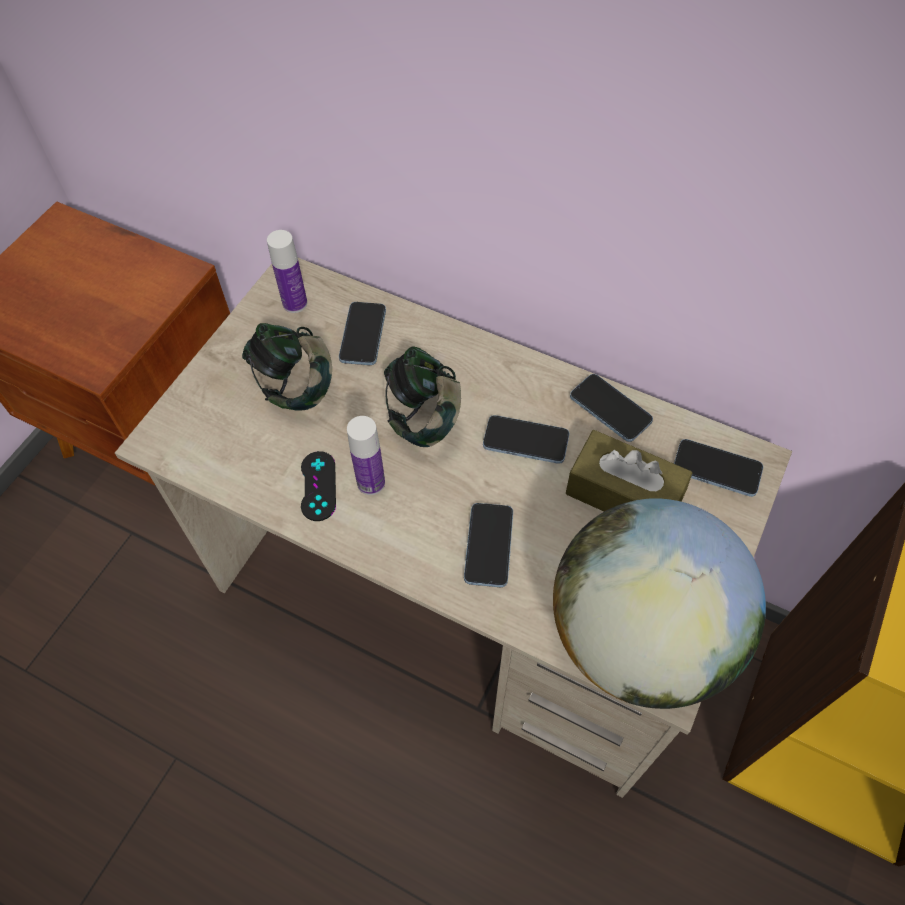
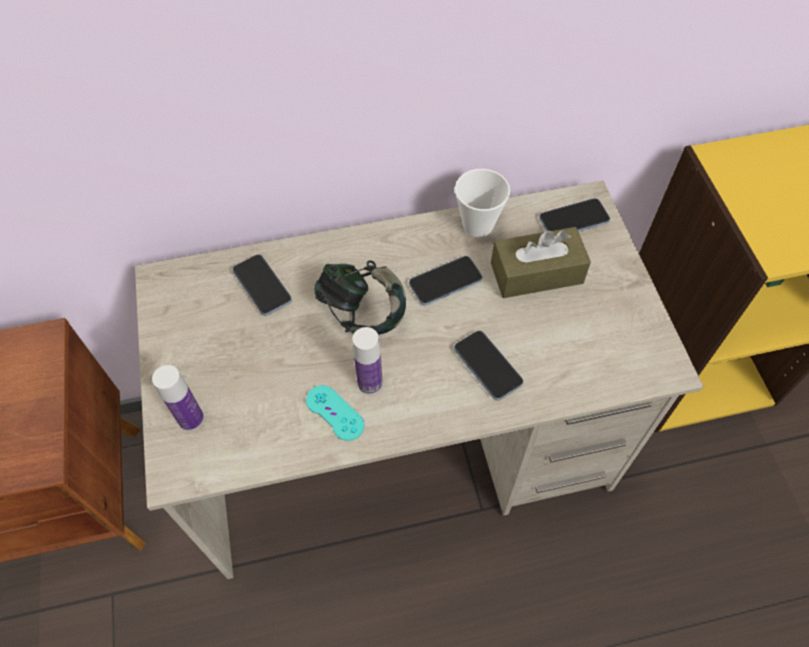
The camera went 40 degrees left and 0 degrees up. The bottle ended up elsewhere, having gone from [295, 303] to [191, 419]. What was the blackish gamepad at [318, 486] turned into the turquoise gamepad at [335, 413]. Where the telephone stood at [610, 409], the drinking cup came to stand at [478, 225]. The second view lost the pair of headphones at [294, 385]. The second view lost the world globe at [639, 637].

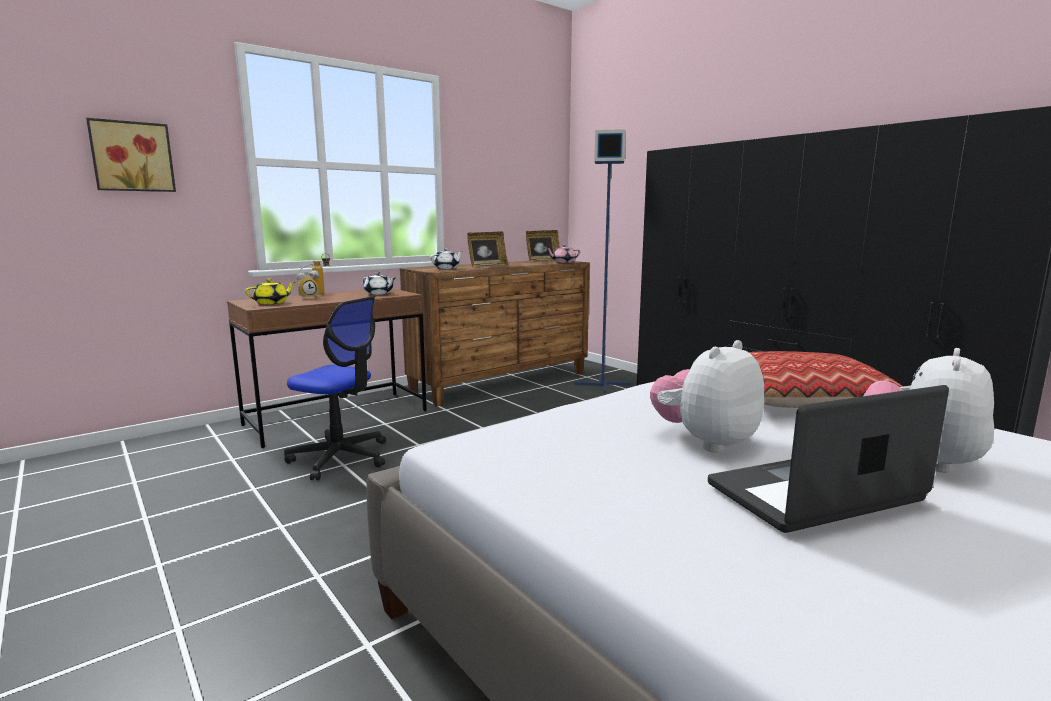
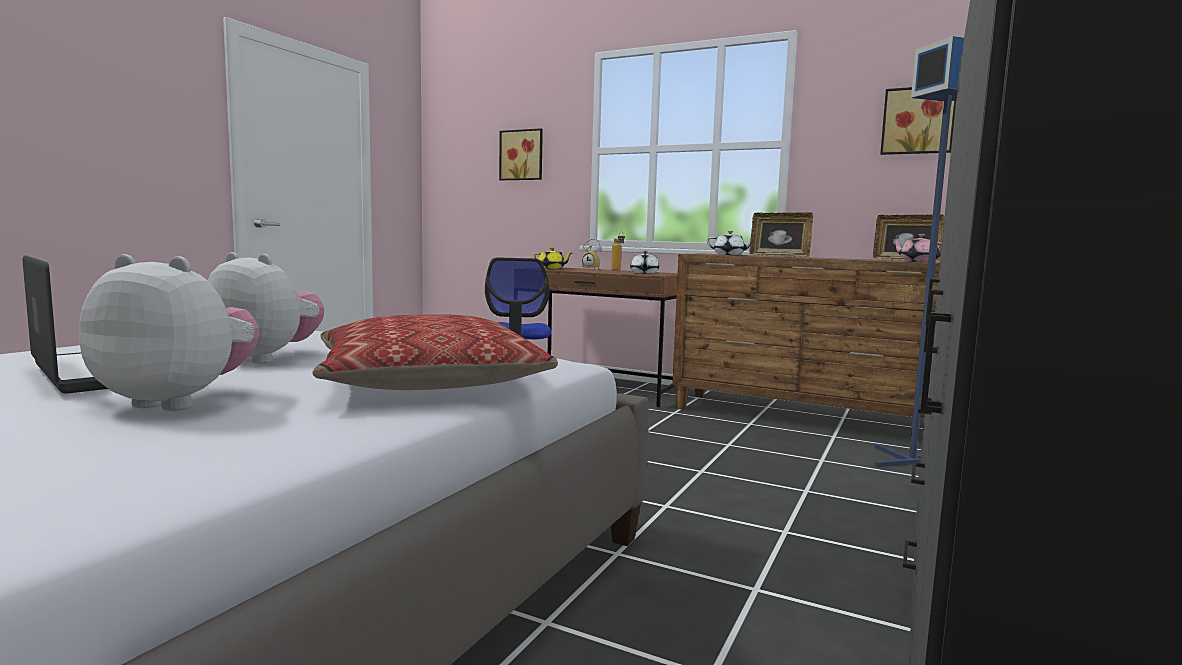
The camera went 65 degrees right and 5 degrees down. The second view gained the wall art at [918, 121].

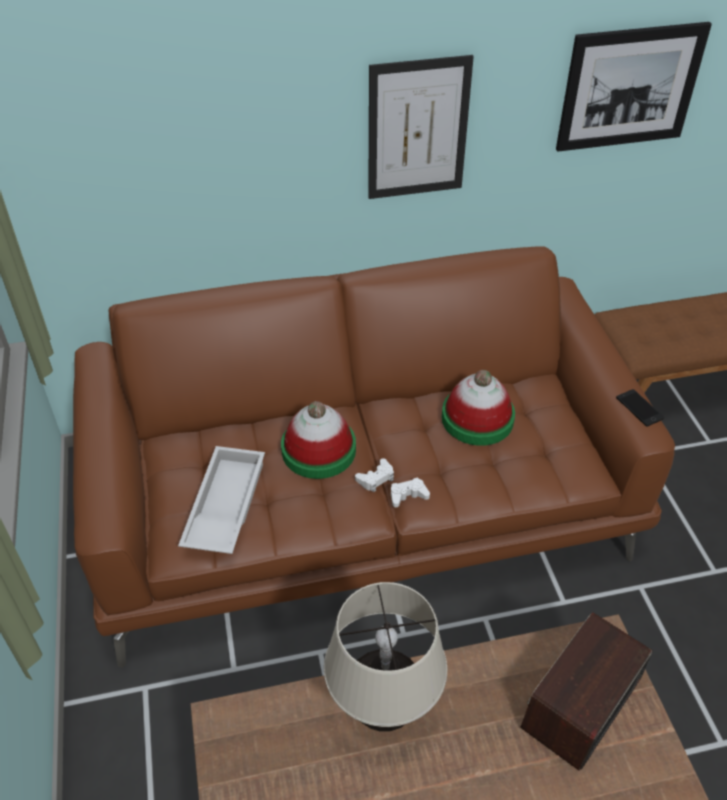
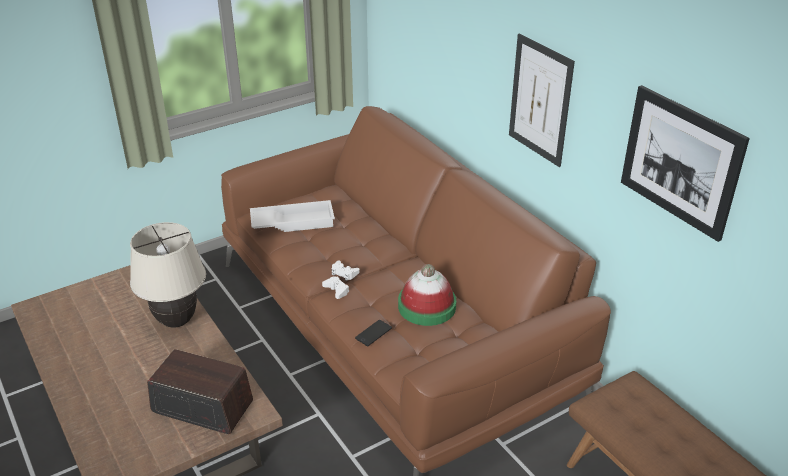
The camera went 70 degrees right and 10 degrees down. The telephone ended up elsewhere, having gone from [639, 408] to [373, 333]. The second view lost the clothing hat at [318, 450].

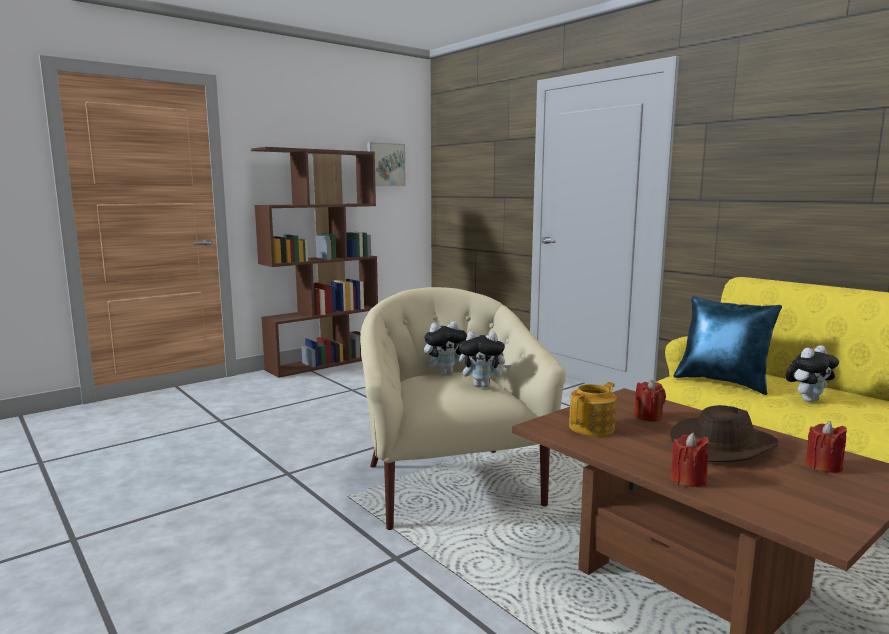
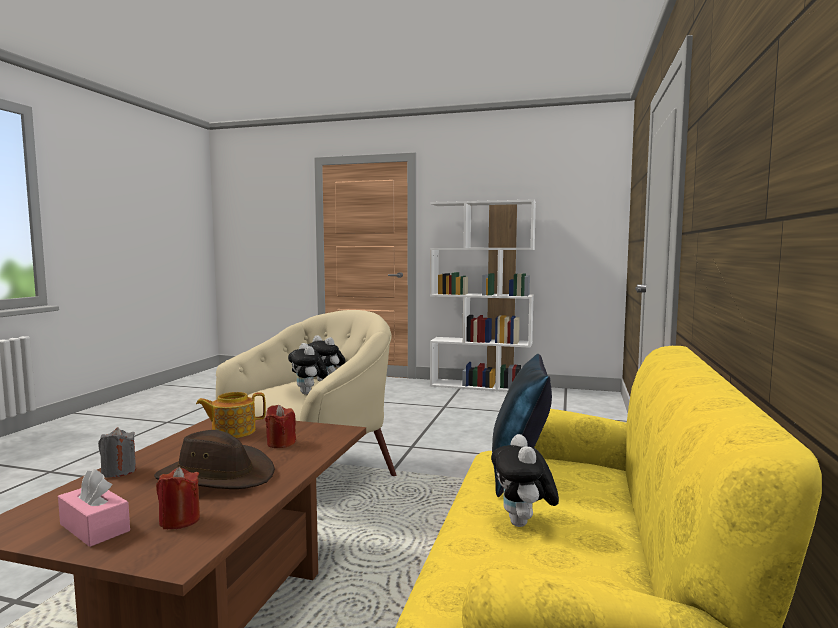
The camera went 55 degrees right and 5 degrees down. The second view gained the pink-coloured tissue box at [94, 527]. What was the red-coloured wax candle at [688, 480] turned into the greyish wax candle at [118, 471]. The pot for tea at [593, 427] ended up facing another way, 150 degrees clockwise from before. What was the brown-coloured shelving unit at [324, 363] turned into the white shelving unit at [481, 386]. The soft toy at [808, 400] ended up facing another way, 60 degrees clockwise from before. The second view lost the wall art at [385, 164].

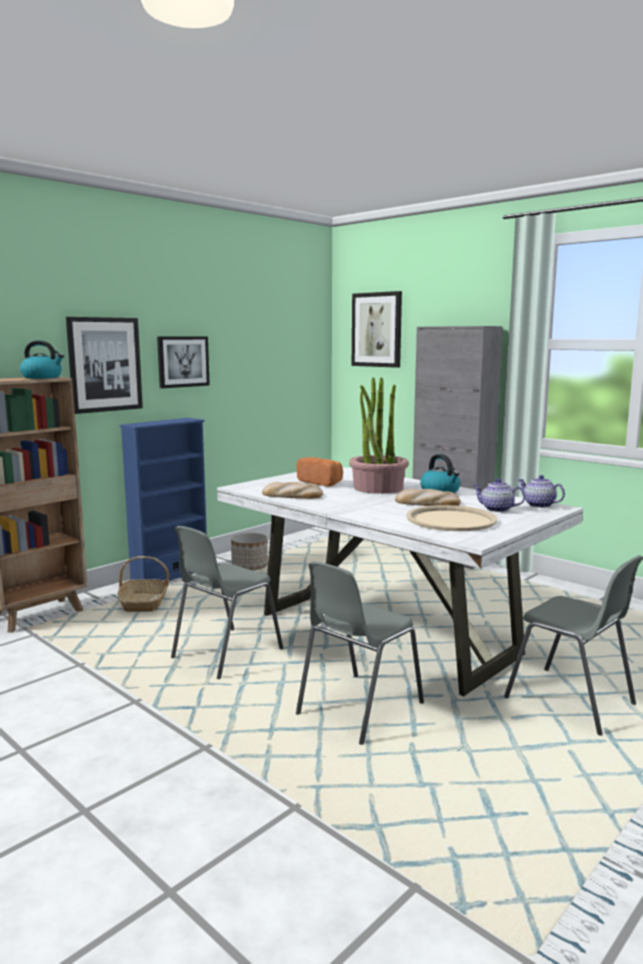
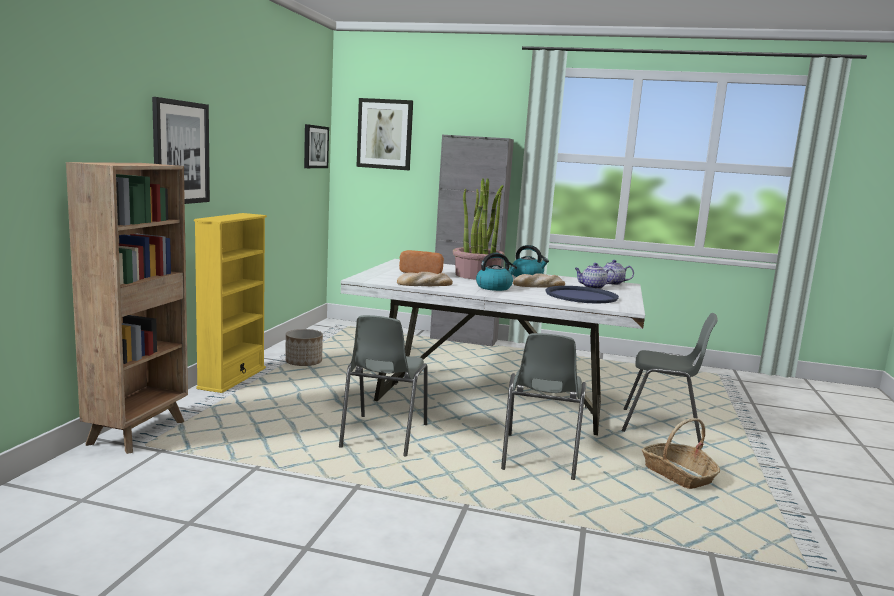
The camera went 30 degrees left and 0 degrees up. What was the blue-coloured shelving unit at [170, 575] turned into the yellow shelving unit at [232, 378]. The wall art ended up elsewhere, having gone from [182, 361] to [315, 147]. The kettle ended up elsewhere, having gone from [42, 377] to [494, 287]. What was the sand-coloured tray at [451, 520] turned into the blue-coloured tray at [581, 296]. The household basket ended up elsewhere, having gone from [144, 603] to [678, 474].

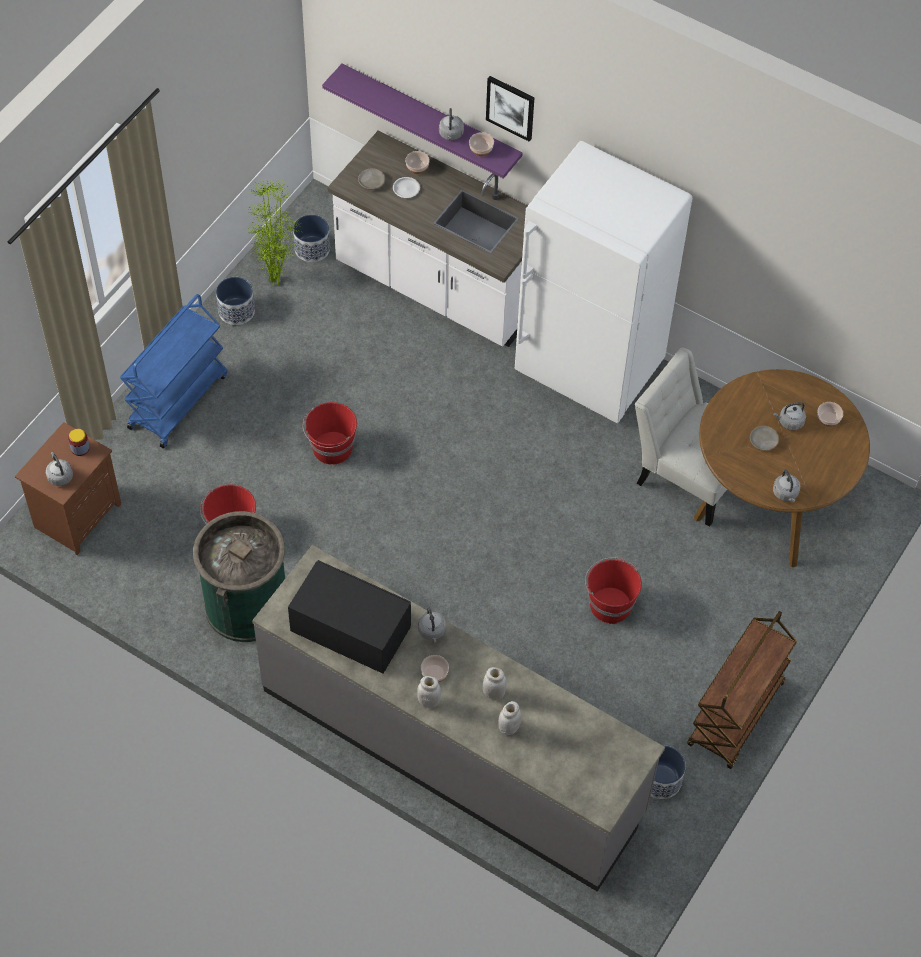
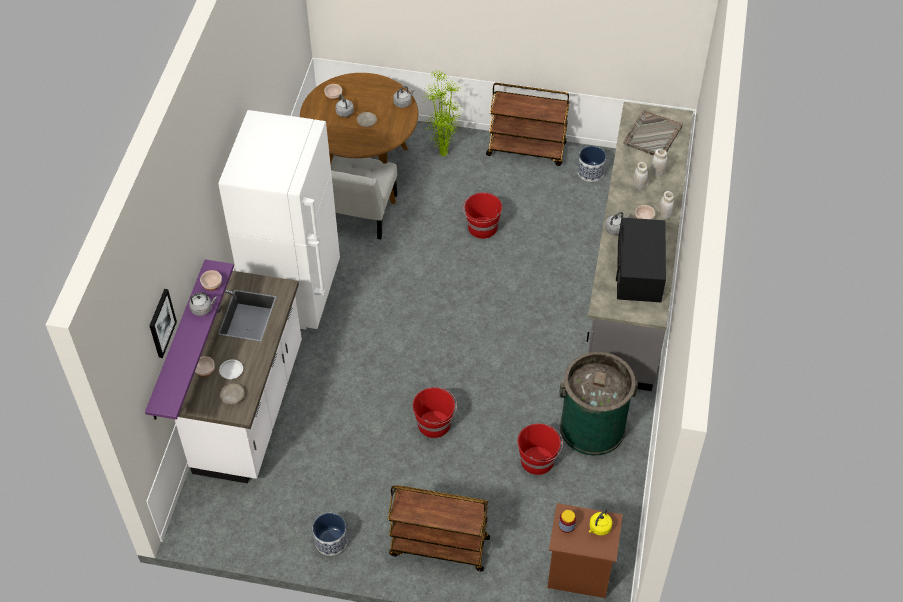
The camera went 110 degrees left and 5 degrees down. The wall art ended up elsewhere, having gone from [510, 107] to [161, 323]. What was the blue-coloured wheeled cart at [178, 400] turned into the brown-coloured wheeled cart at [438, 547]. The plant in a pot ended up elsewhere, having gone from [276, 280] to [442, 153]. What was the greyish kettle at [60, 476] turned into the yellow kettle at [599, 528]. The second view gained the greyish tray at [652, 135]. The second view lost the flower pot at [312, 248].

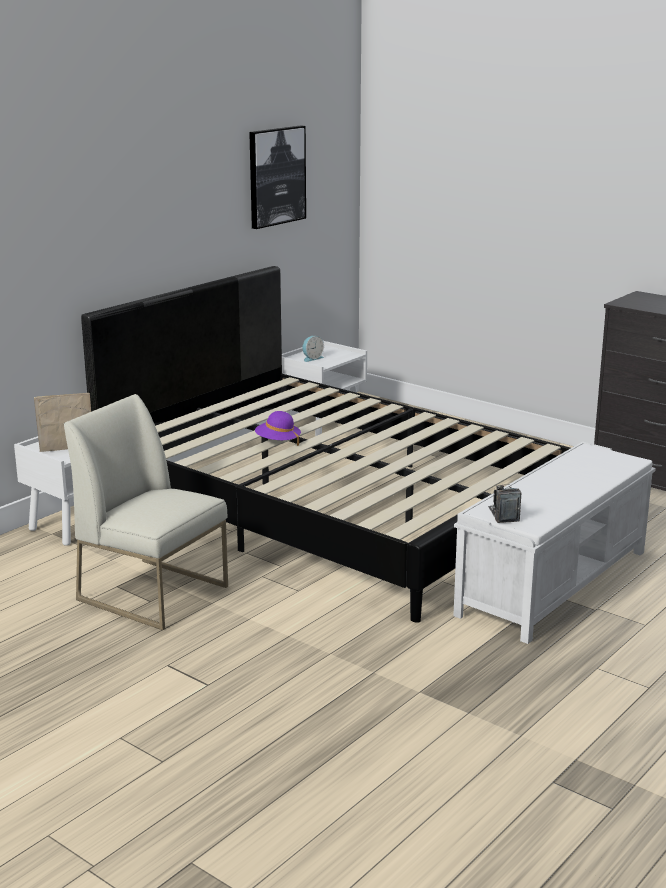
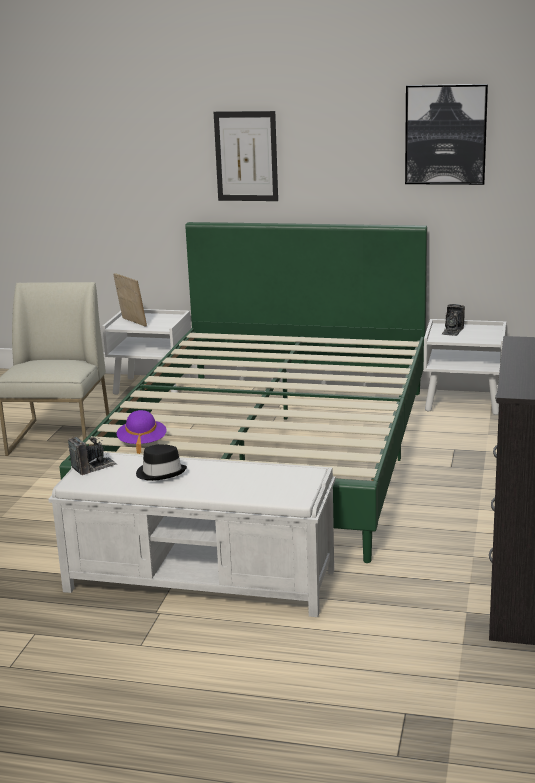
The camera went 65 degrees right and 0 degrees up. What was the blackish bed at [333, 508] turned into the green-coloured bed at [271, 454]. The purplish clothing hat ended up elsewhere, having gone from [278, 442] to [142, 443]. The second view gained the blackish clothing hat at [161, 472]. The second view gained the wall art at [246, 156]. Where the table clock stood at [312, 358], the still camera came to stand at [452, 331].

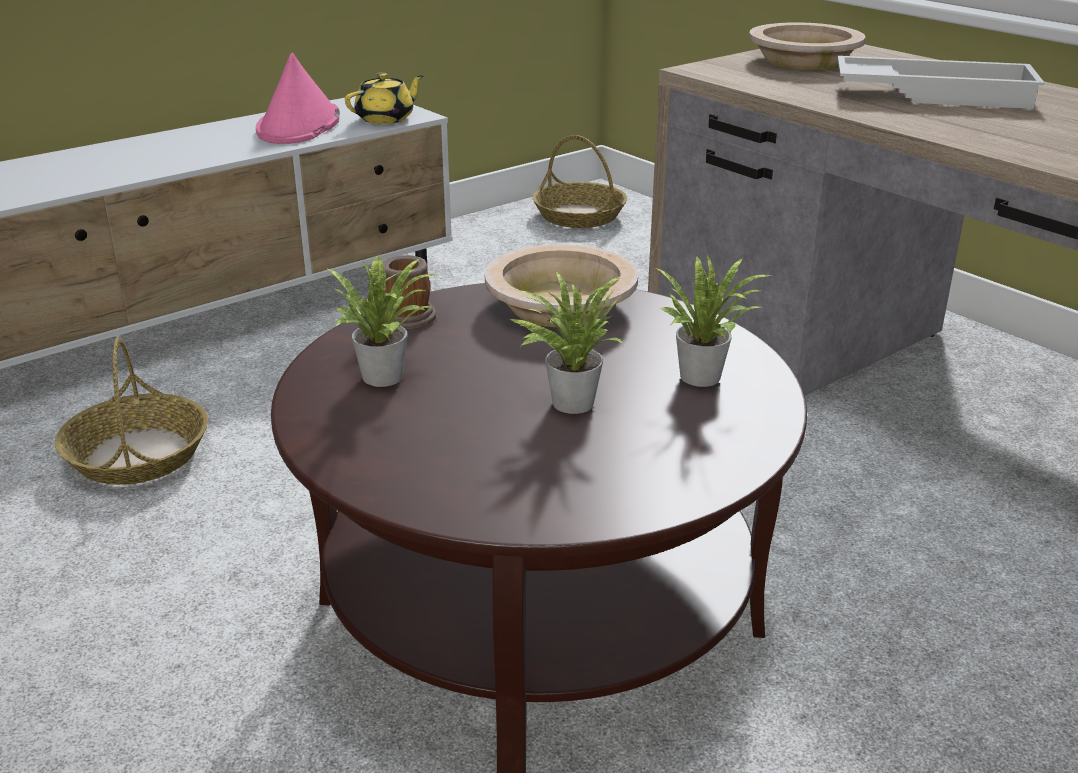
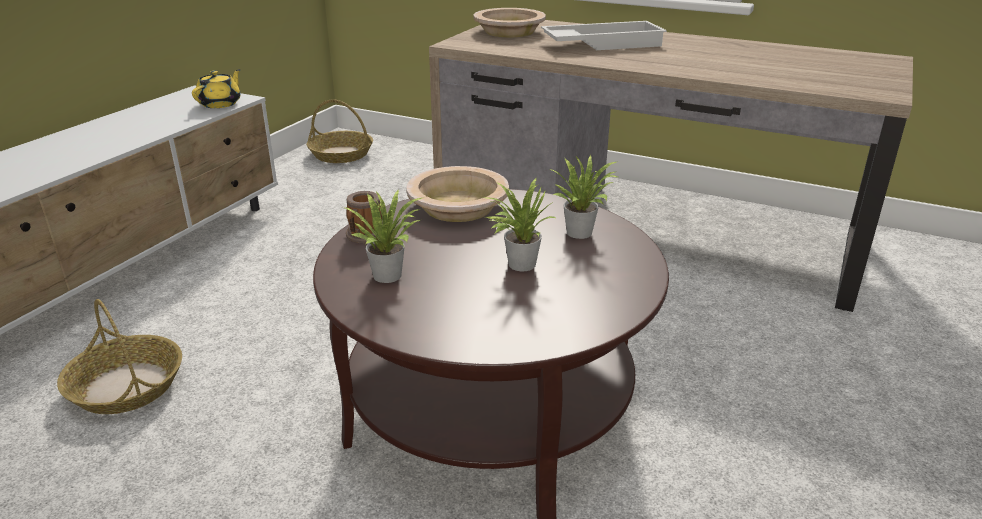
The camera went 25 degrees left and 0 degrees up. The second view lost the pink-coloured clothing hat at [299, 126].

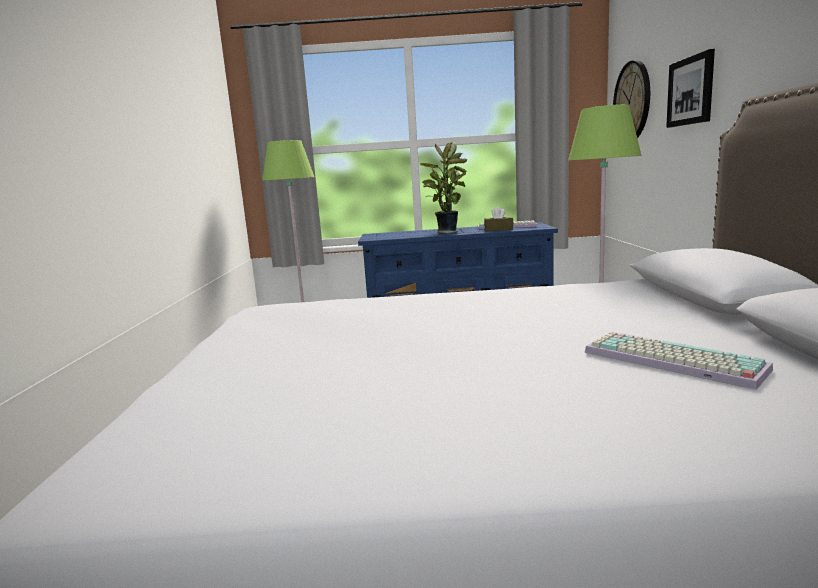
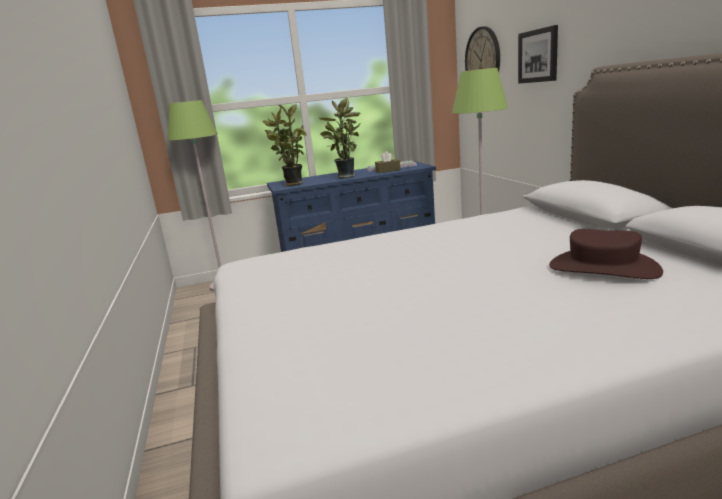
The camera went 15 degrees left and 5 degrees up. The second view gained the plant in a pot at [292, 184]. Where the keyboard stood at [668, 361], the brown-coloured clothing hat came to stand at [603, 268].

